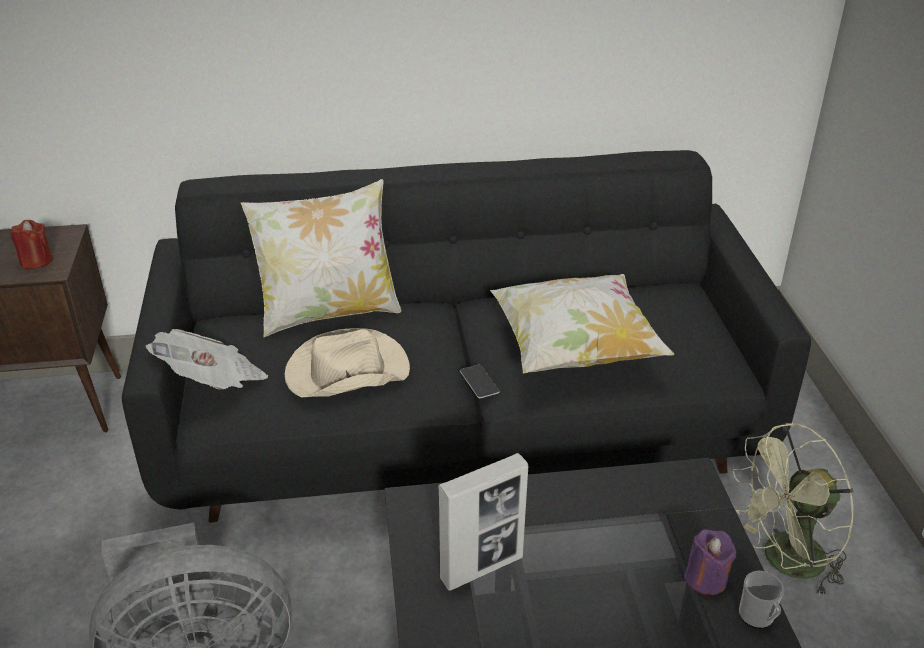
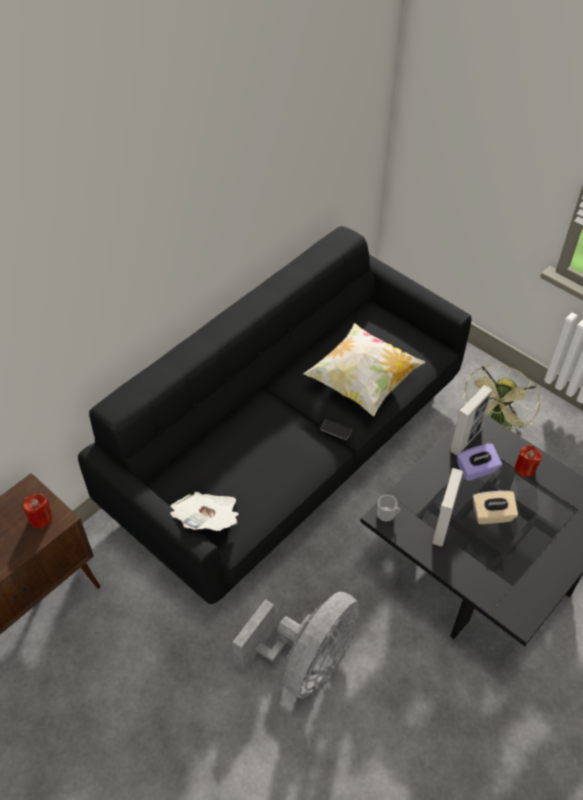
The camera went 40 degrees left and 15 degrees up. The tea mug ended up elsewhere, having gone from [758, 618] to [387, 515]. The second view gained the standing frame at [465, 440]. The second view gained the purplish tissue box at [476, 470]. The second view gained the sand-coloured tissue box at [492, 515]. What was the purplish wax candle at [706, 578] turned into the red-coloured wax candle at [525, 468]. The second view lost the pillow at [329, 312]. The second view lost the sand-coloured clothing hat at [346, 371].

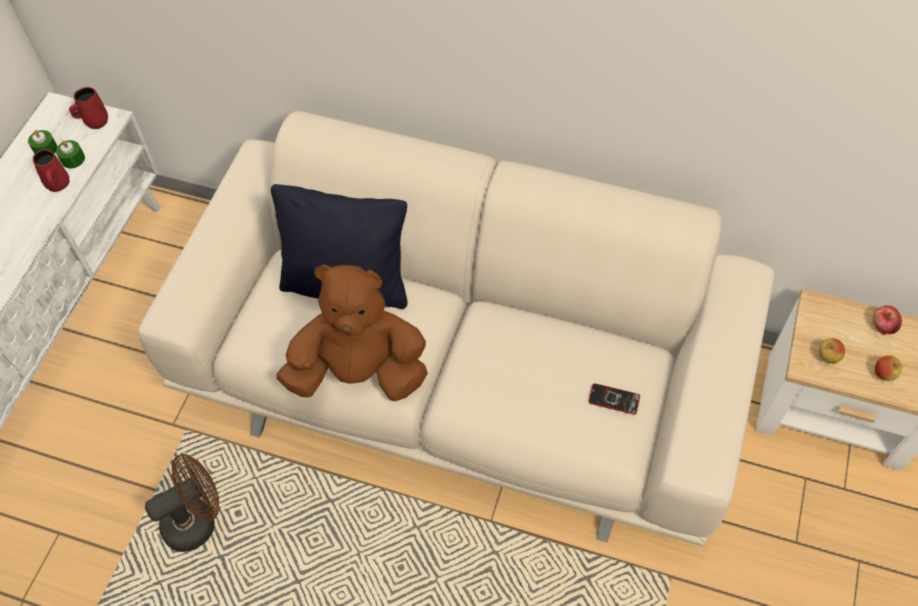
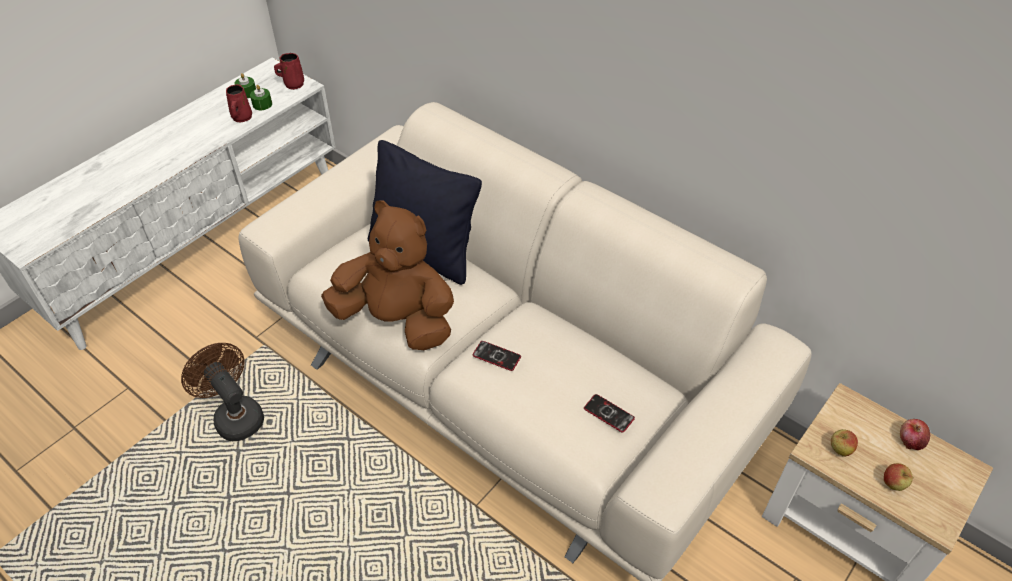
The camera went 20 degrees right and 10 degrees down. The brown-coloured cooling fan at [197, 520] ended up facing another way, 120 degrees counterclockwise from before. The second view gained the telephone at [496, 356].

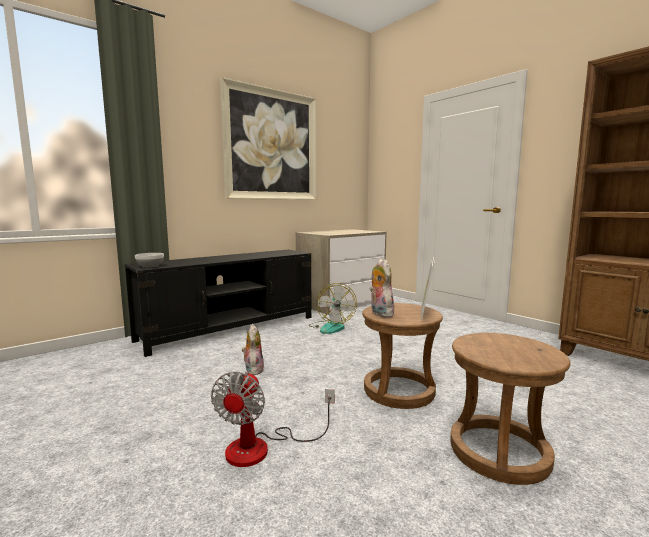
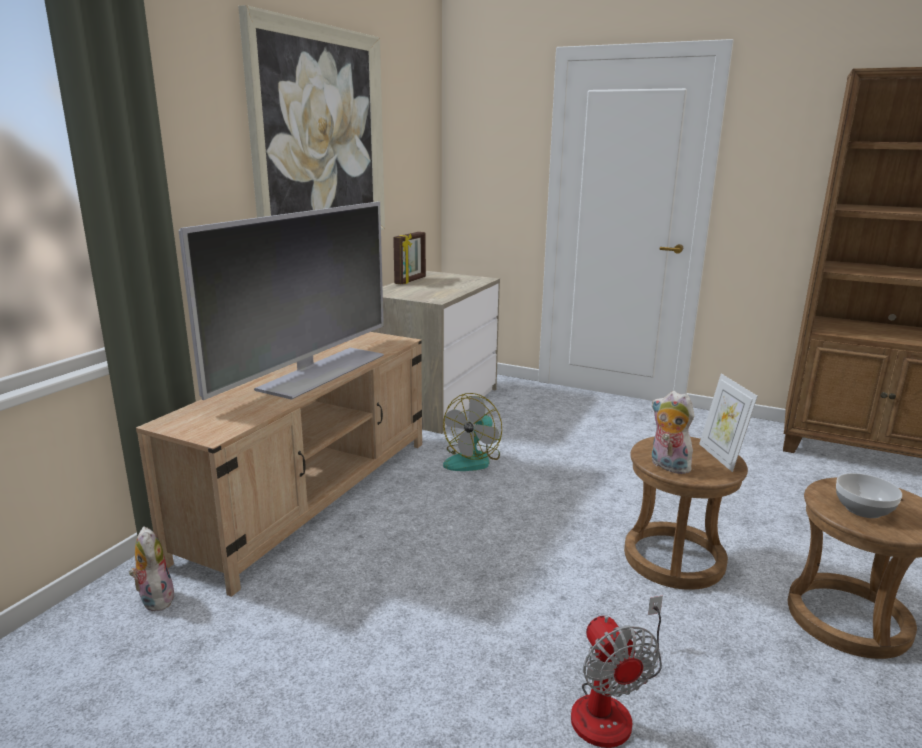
The camera went 25 degrees left and 10 degrees up. The soft toy ended up elsewhere, having gone from [253, 369] to [154, 599]. What was the blackish tv unit at [231, 328] turned into the sand-coloured tv unit at [314, 495]. The second view gained the TV set at [320, 371]. The second view gained the standing frame at [411, 281]. The cooling fan at [331, 327] ended up facing another way, 60 degrees clockwise from before. The deep dish ended up elsewhere, having gone from [150, 266] to [864, 509].

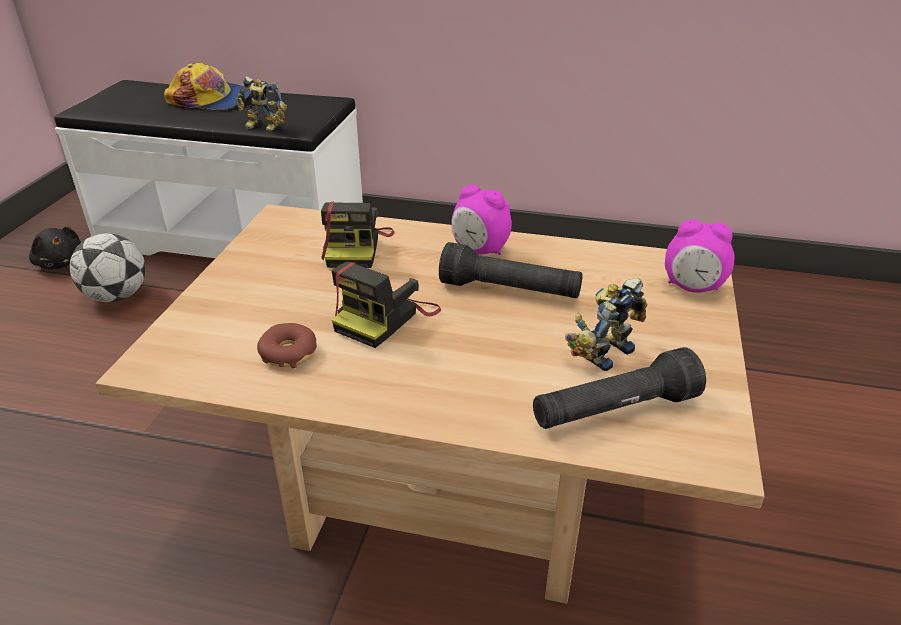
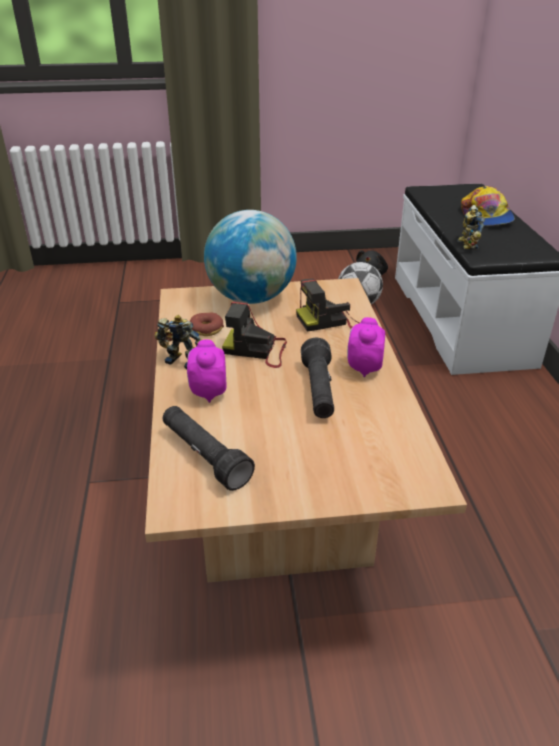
The camera went 70 degrees right and 0 degrees up. The model robot ended up elsewhere, having gone from [602, 352] to [184, 359]. The table clock ended up elsewhere, having gone from [692, 288] to [208, 392]. The second view gained the world globe at [251, 298].

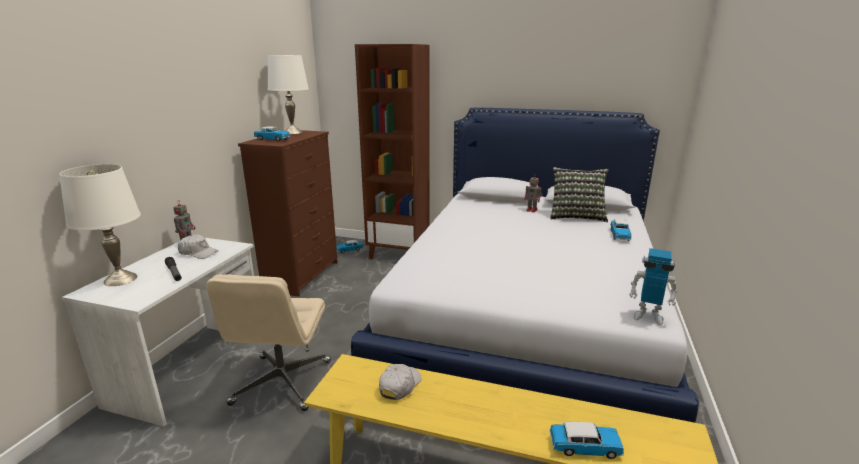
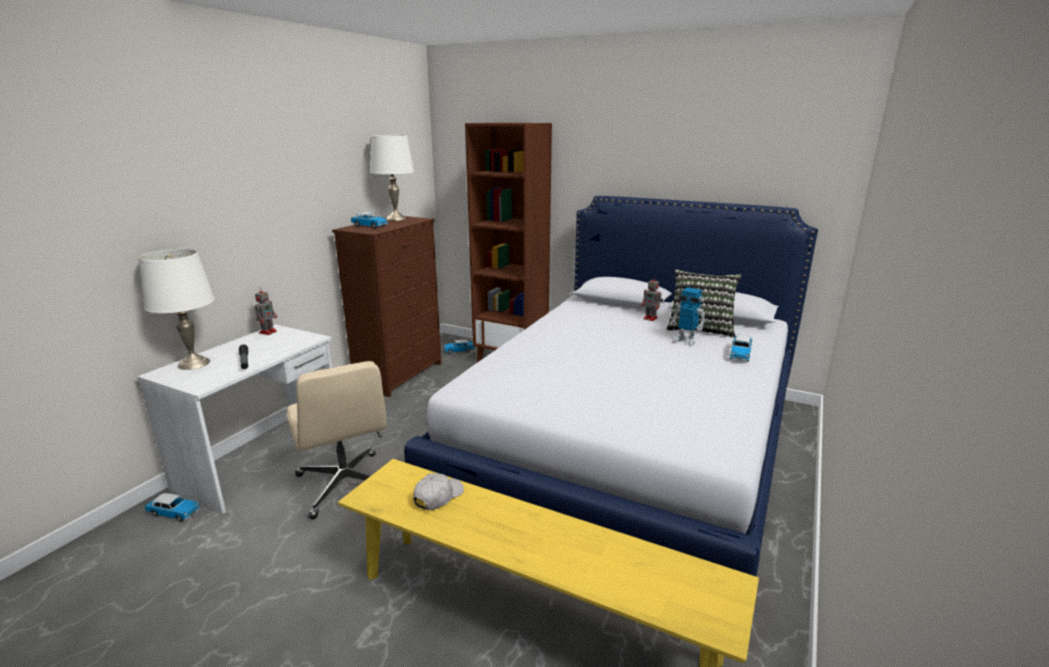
The camera went 10 degrees right and 0 degrees up. The model car ended up elsewhere, having gone from [585, 447] to [174, 513]. The sand-coloured desk chair at [282, 383] ended up facing another way, 45 degrees counterclockwise from before. The model robot ended up elsewhere, having gone from [648, 315] to [685, 340]. The second view lost the white peaked cap at [198, 253].

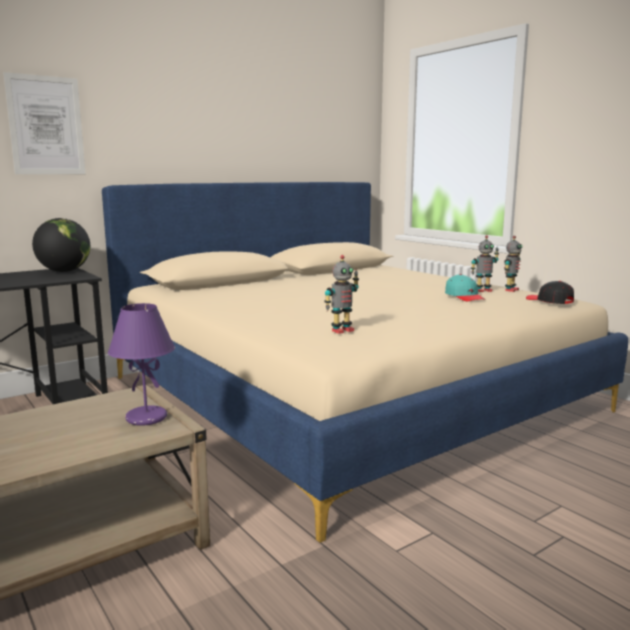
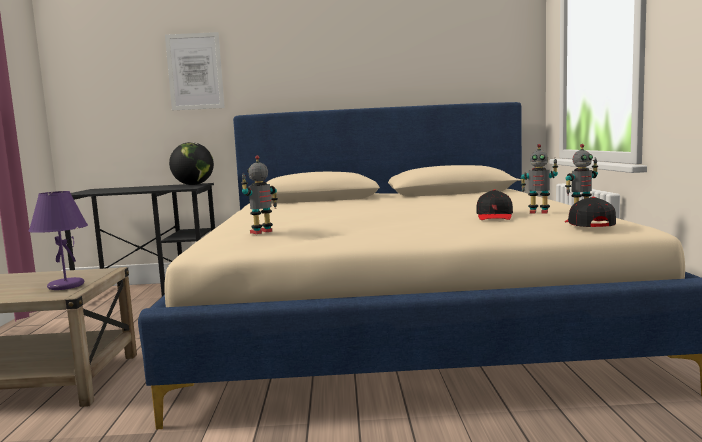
The camera went 35 degrees right and 5 degrees down. The model robot at [341, 330] ended up facing another way, 135 degrees clockwise from before. What was the turquoise peaked cap at [464, 296] turned into the blackish peaked cap at [494, 216].

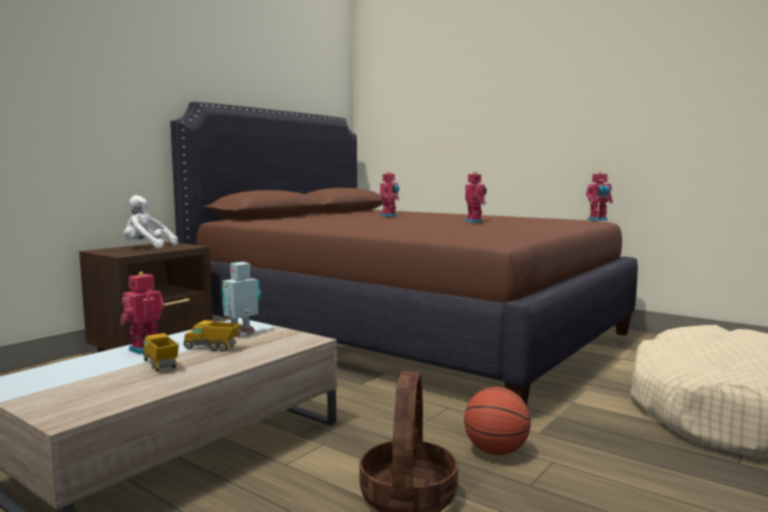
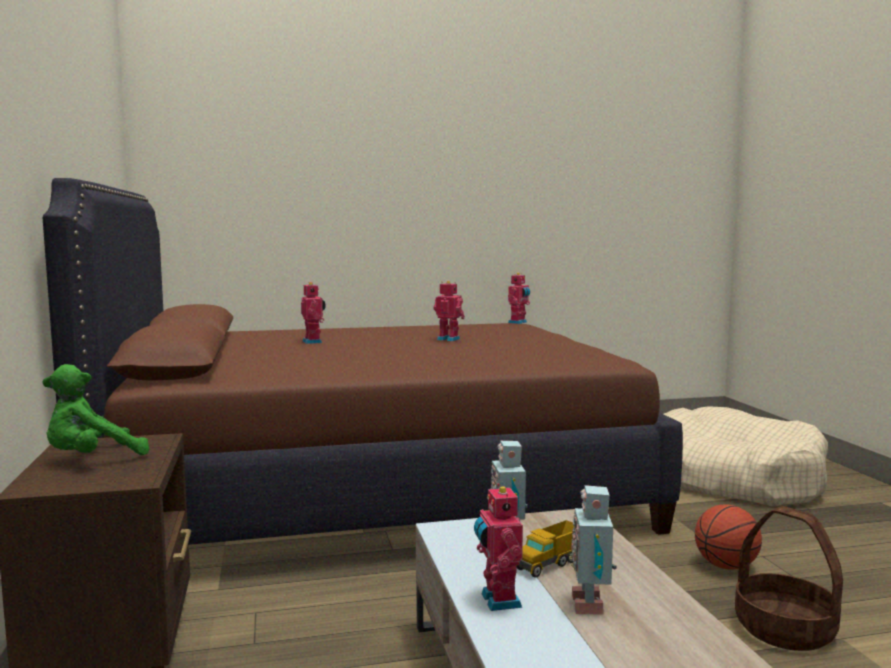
The camera went 50 degrees left and 0 degrees up. What was the white soft toy at [147, 247] turned into the green-coloured soft toy at [92, 459]. Where the model truck stood at [160, 365], the model robot came to stand at [591, 604].

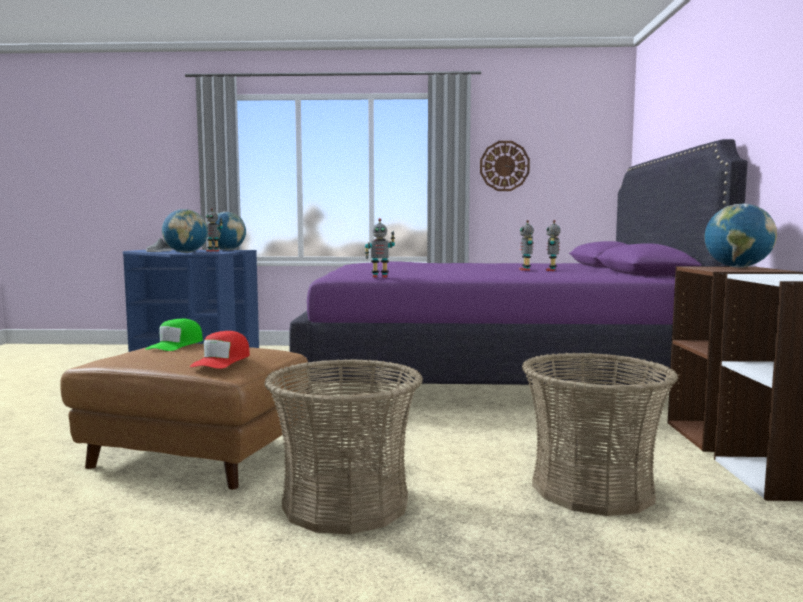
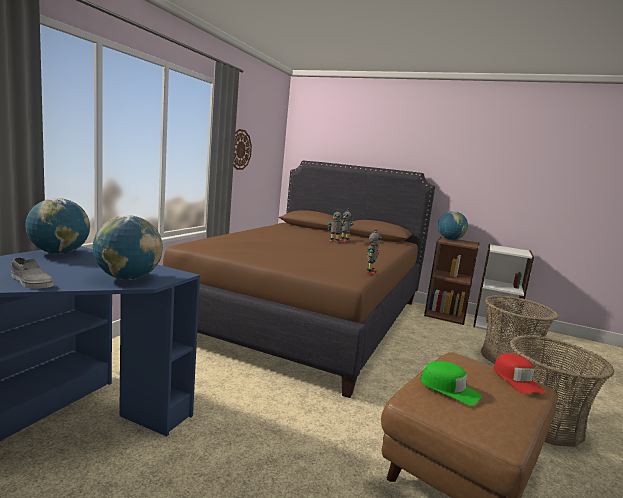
The camera went 70 degrees left and 5 degrees up. What was the purplish bed at [491, 375] turned into the brown-coloured bed at [306, 315]. The red-coloured peaked cap at [222, 361] ended up facing another way, 45 degrees clockwise from before. The second view lost the model robot at [213, 251].

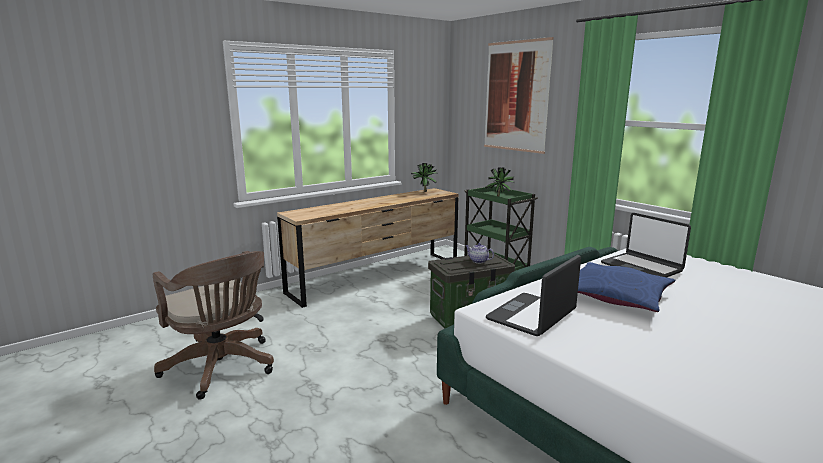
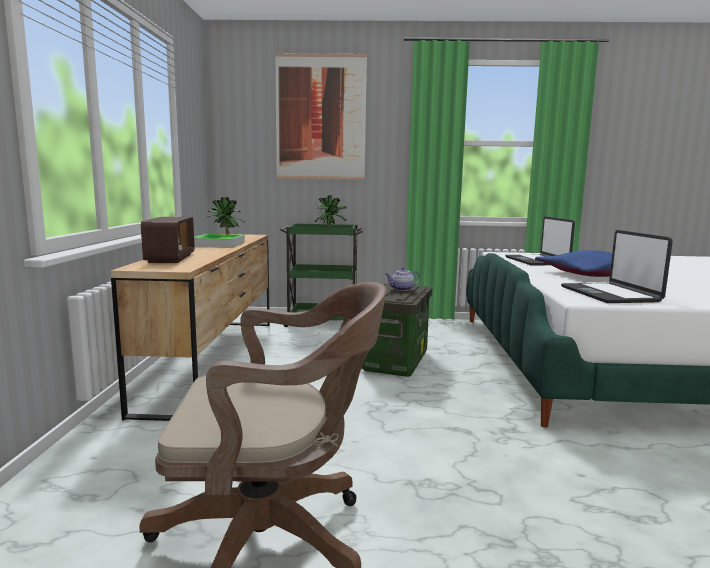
The camera went 50 degrees left and 5 degrees down. The second view gained the radio at [170, 258]. The second view gained the tray at [218, 244]. The notebook computer at [641, 267] ended up facing another way, 75 degrees clockwise from before.

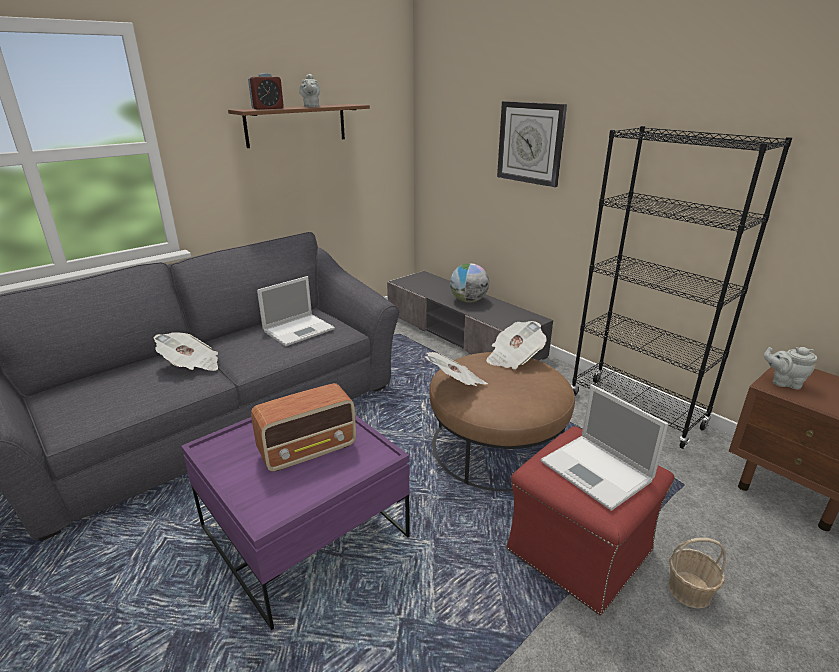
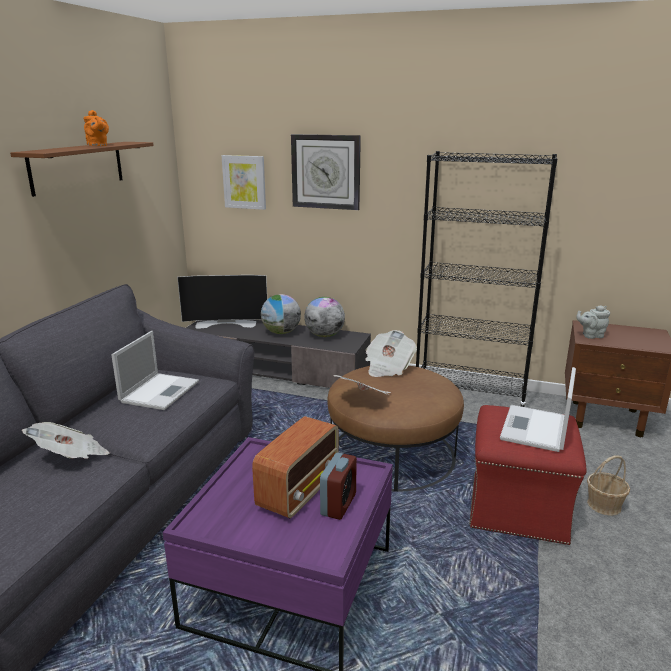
The camera went 30 degrees left and 5 degrees down. What was the greyish pot for tea at [311, 106] turned into the orange-coloured pot for tea at [97, 145]. The second view gained the TV set at [226, 323]. The second view gained the wall art at [244, 182]. The second view gained the world globe at [324, 335]. The table clock ended up elsewhere, having gone from [267, 108] to [338, 504]. The notebook computer at [598, 472] ended up facing another way, 90 degrees clockwise from before.

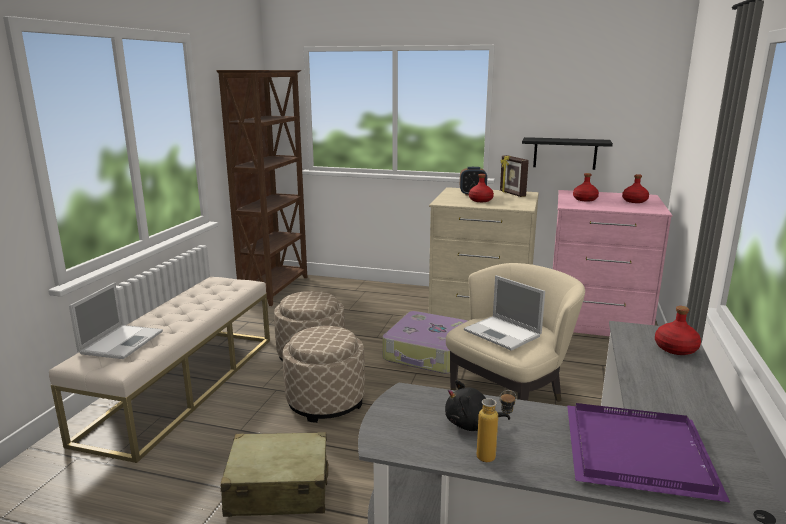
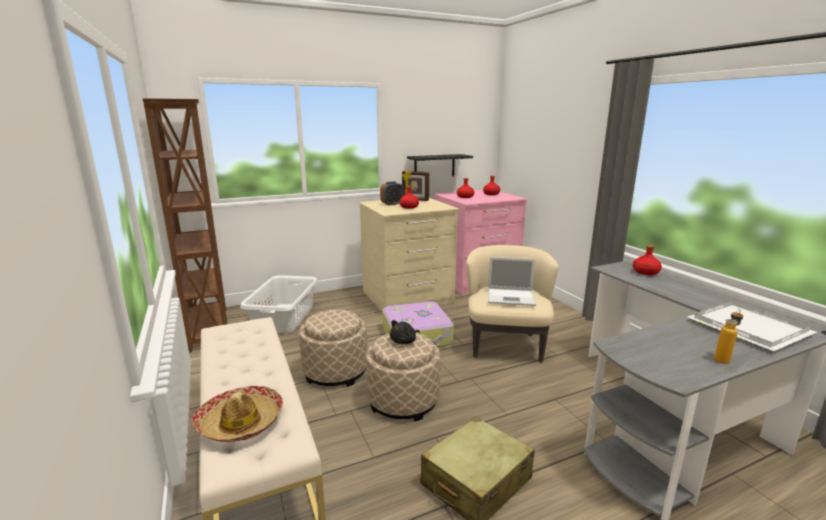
The camera went 40 degrees left and 0 degrees up. Where the notebook computer stood at [122, 341], the clothing hat came to stand at [241, 422]. The second view gained the white laundry basket at [285, 318]. The blackish soft toy ended up elsewhere, having gone from [471, 424] to [404, 341]. What was the purplish tray at [640, 455] turned into the white tray at [751, 328].

